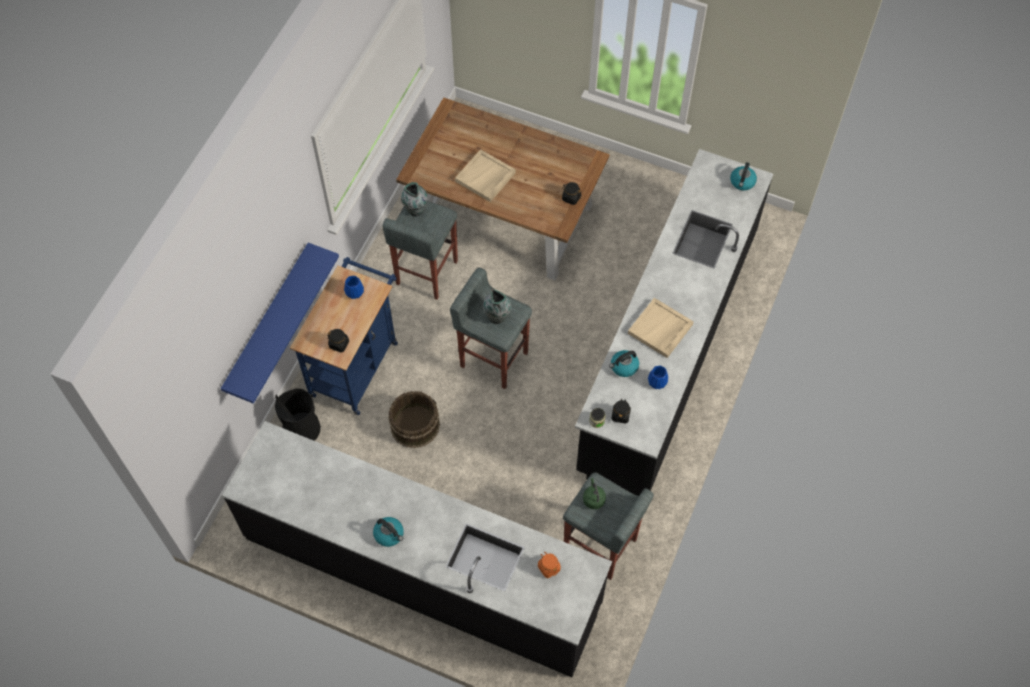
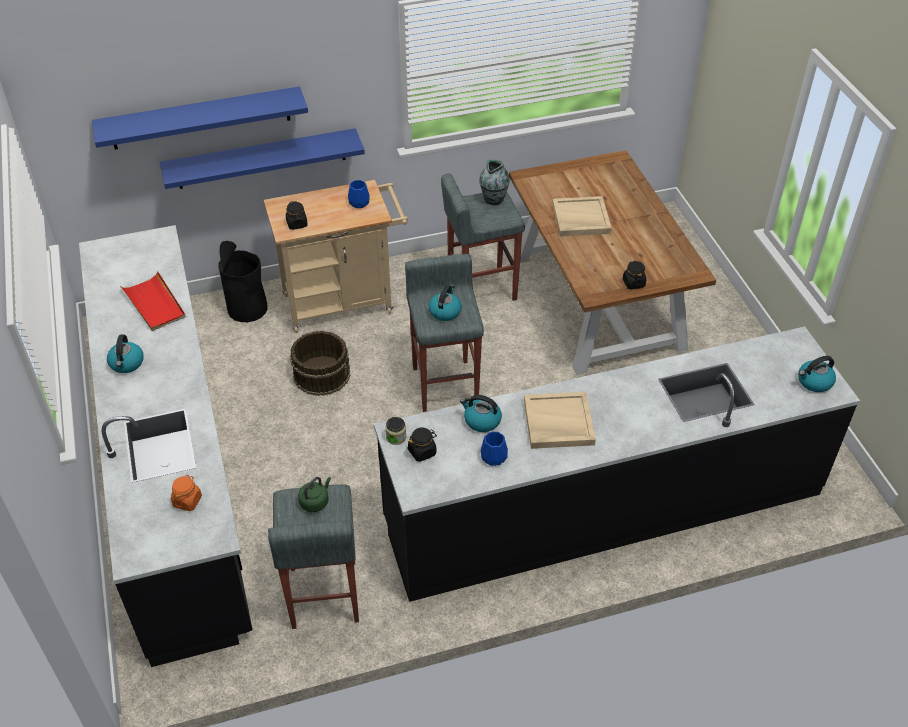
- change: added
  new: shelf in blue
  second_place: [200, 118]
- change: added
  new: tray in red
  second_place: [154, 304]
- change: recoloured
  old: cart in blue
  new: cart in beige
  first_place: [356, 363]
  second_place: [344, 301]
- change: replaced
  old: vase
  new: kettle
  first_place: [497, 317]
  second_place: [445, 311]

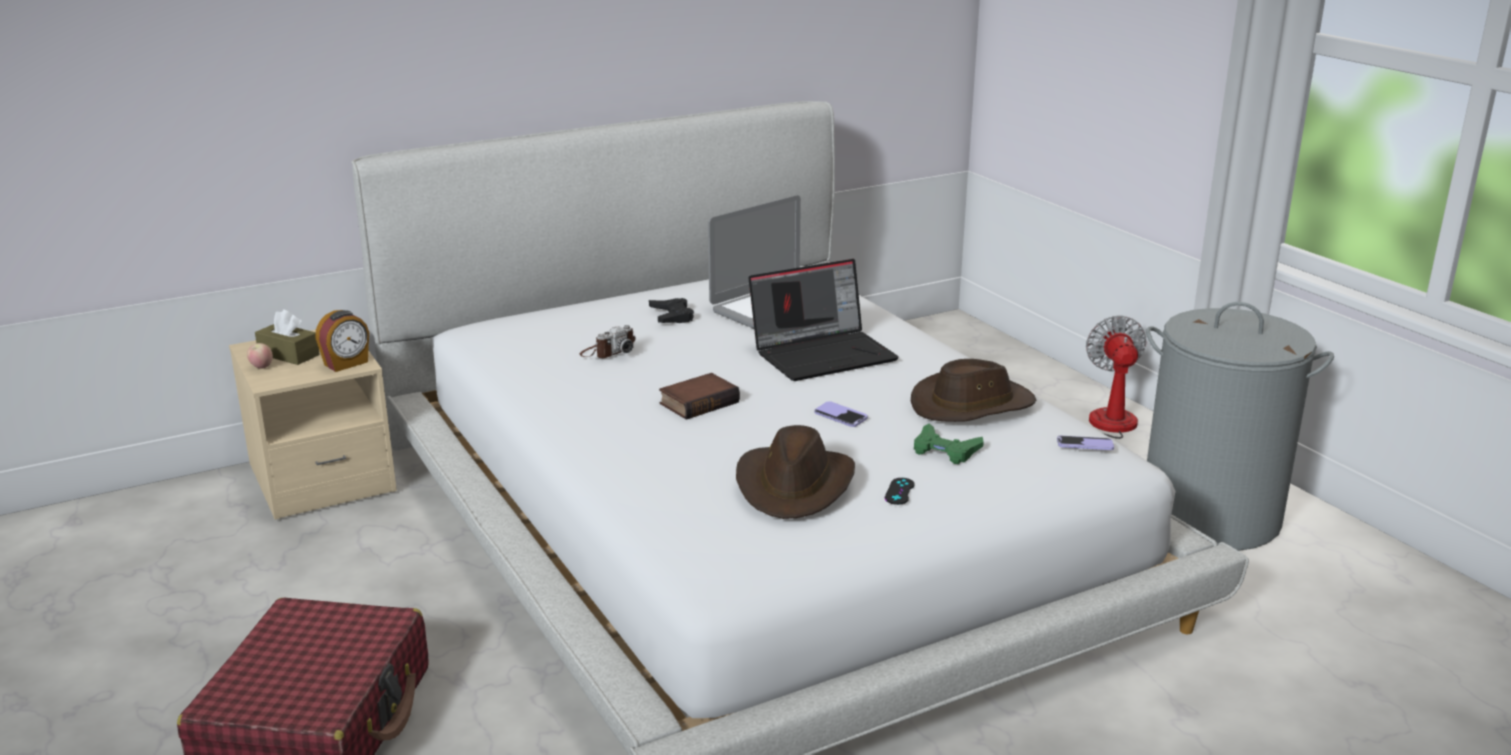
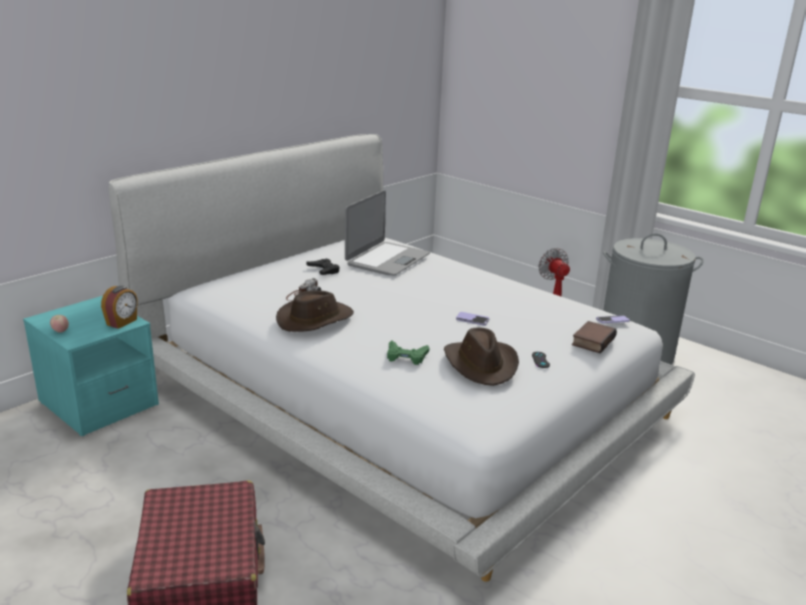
- change: recoloured
  old: nightstand in beige
  new: nightstand in turquoise
  first_place: [322, 479]
  second_place: [98, 404]
- change: moved
  old: hat in brown
  first_place: [972, 405]
  second_place: [315, 319]
- change: moved
  old: game controller in green
  first_place: [945, 450]
  second_place: [406, 356]
- change: moved
  old: book
  first_place: [699, 402]
  second_place: [592, 341]
- change: removed
  old: tissue box in brown
  first_place: [289, 354]
- change: removed
  old: laptop
  first_place: [824, 354]

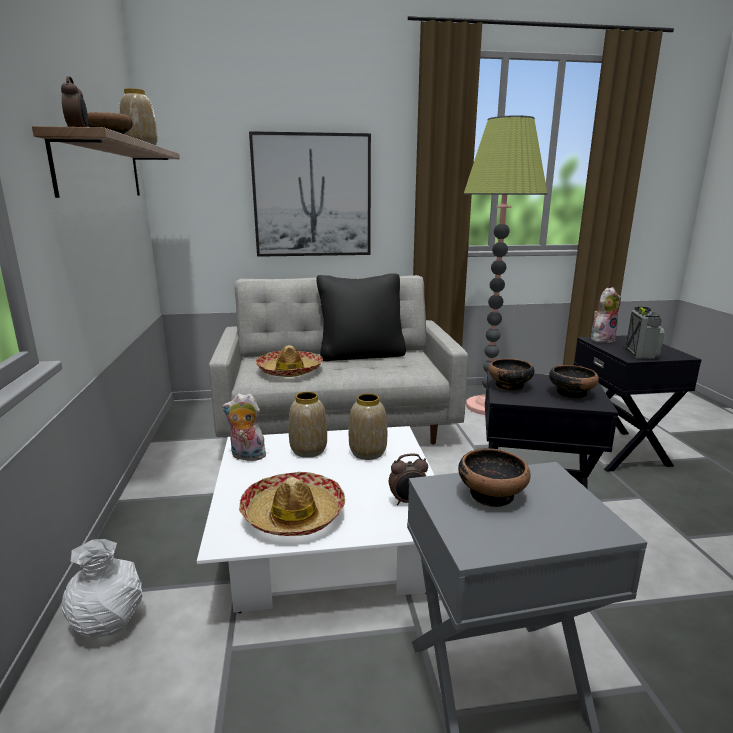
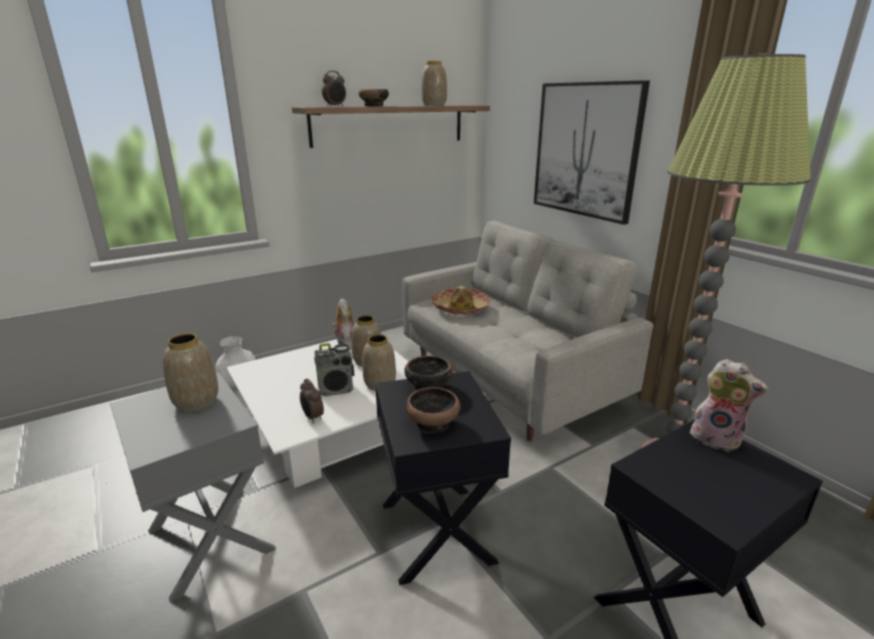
- change: replaced
  old: bowl
  new: vase
  first_place: [492, 494]
  second_place: [197, 402]
- change: moved
  old: radio
  first_place: [641, 354]
  second_place: [336, 389]
- change: removed
  old: hat
  first_place: [293, 514]
- change: removed
  old: pillow in black
  first_place: [361, 355]

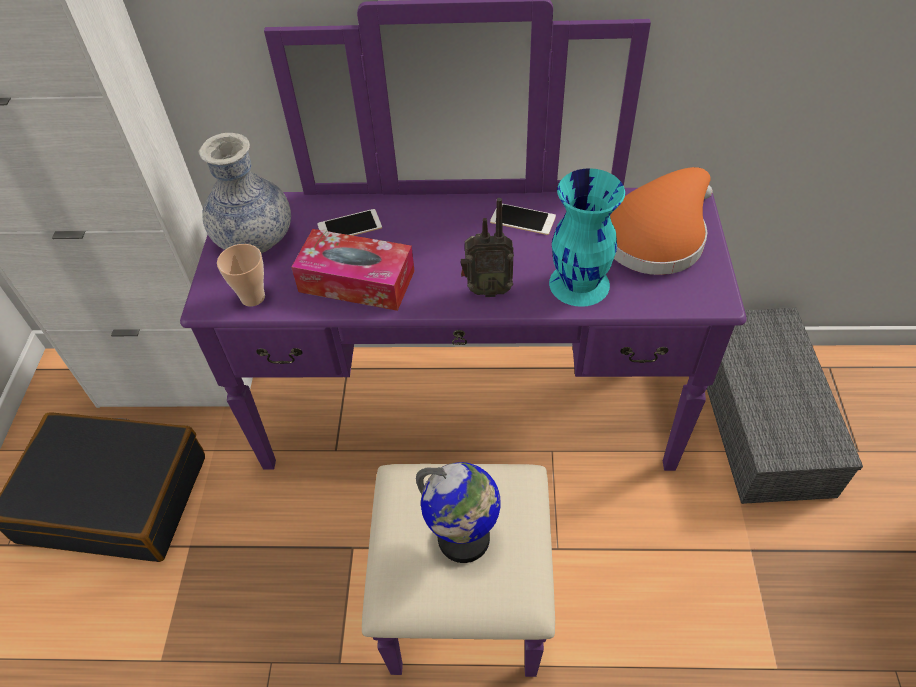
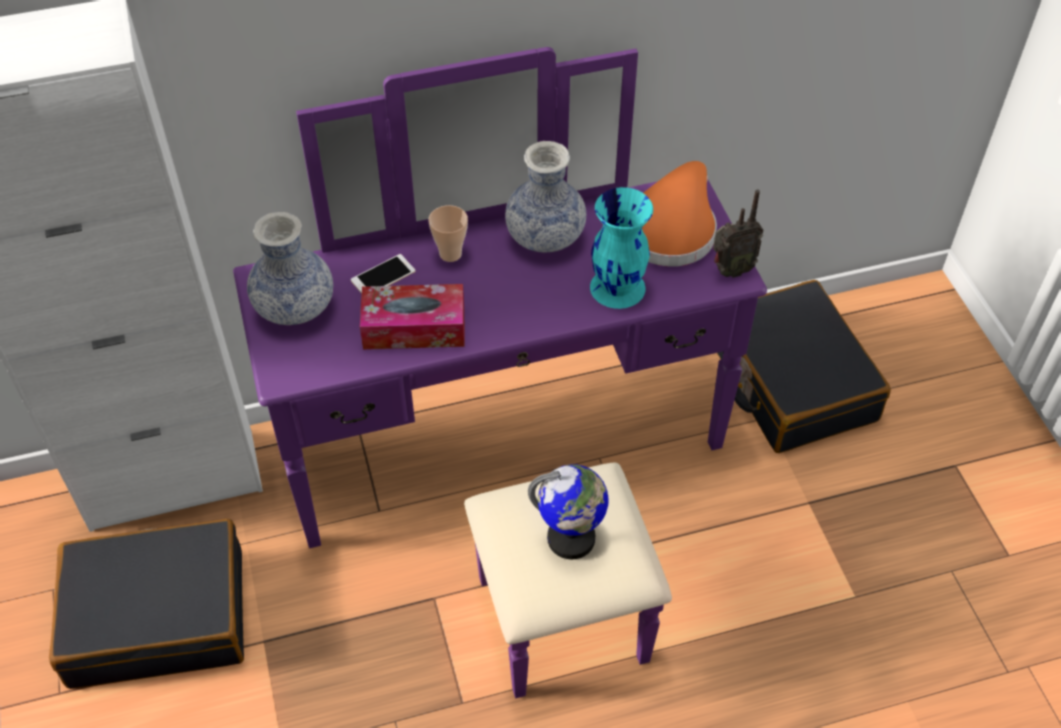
- change: moved
  old: cup
  first_place: [253, 297]
  second_place: [450, 254]
- change: replaced
  old: phone
  new: vase
  first_place: [522, 219]
  second_place: [545, 237]
- change: moved
  old: radio
  first_place: [487, 289]
  second_place: [730, 270]
- change: replaced
  old: storage box in grey
  new: suitcase in black
  first_place: [764, 421]
  second_place: [791, 382]

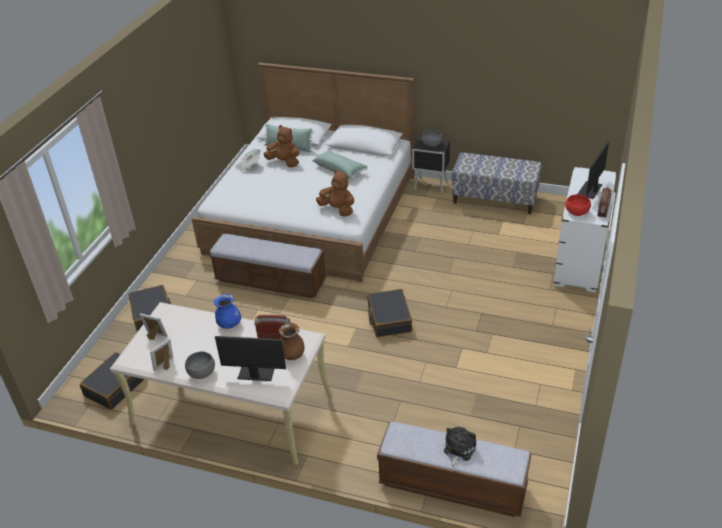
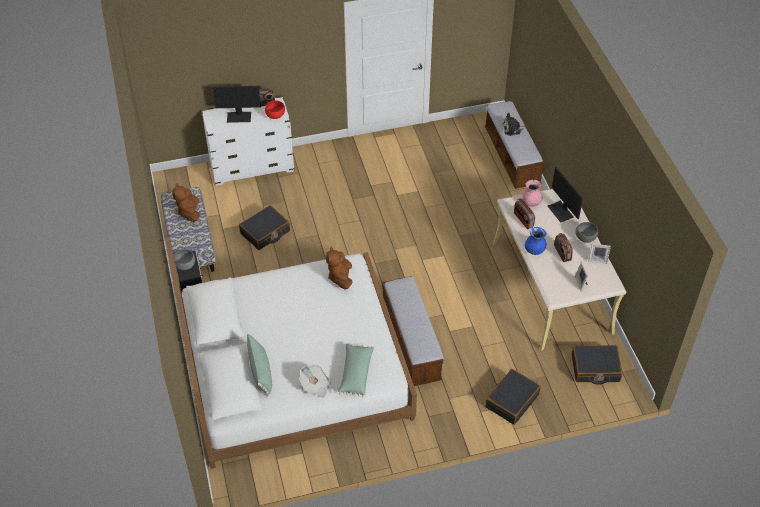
- change: moved
  old: plush toy in brown
  first_place: [284, 162]
  second_place: [189, 212]
- change: moved
  old: suitcase in black
  first_place: [389, 319]
  second_place: [265, 232]
- change: moved
  old: pillow in green
  first_place: [340, 170]
  second_place: [355, 374]
- change: recoloured
  old: vase in brown
  new: vase in pink
  first_place: [292, 355]
  second_place: [531, 202]
- change: added
  new: radio
  second_place: [562, 253]

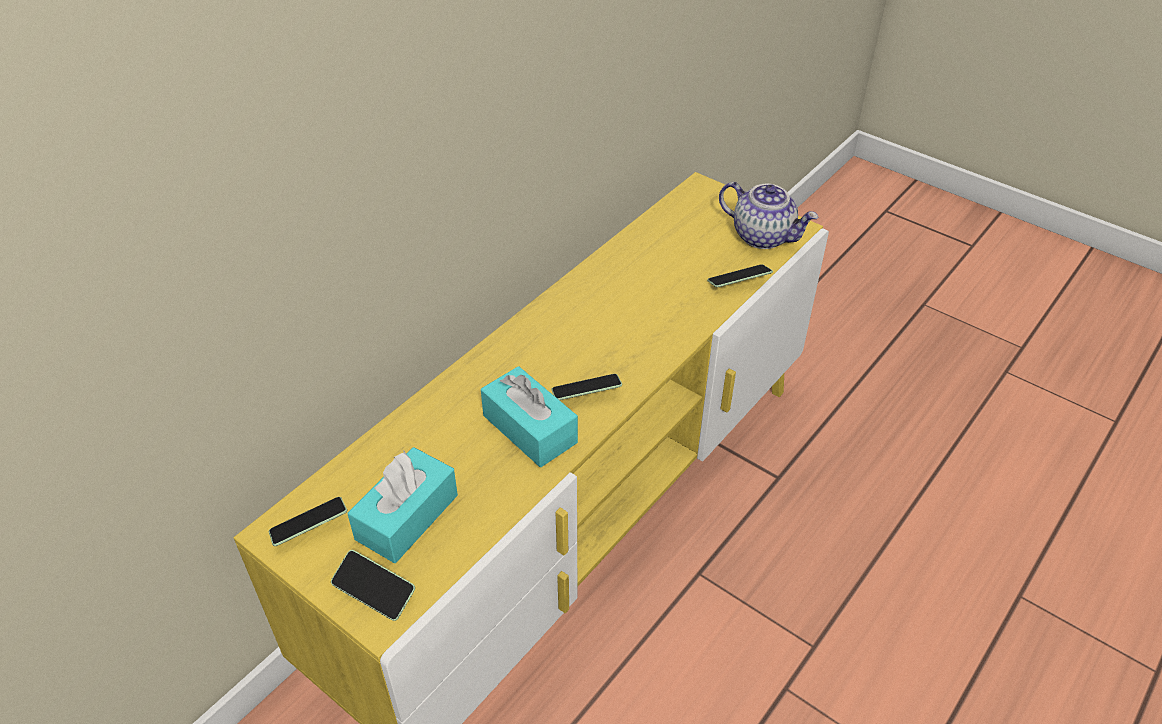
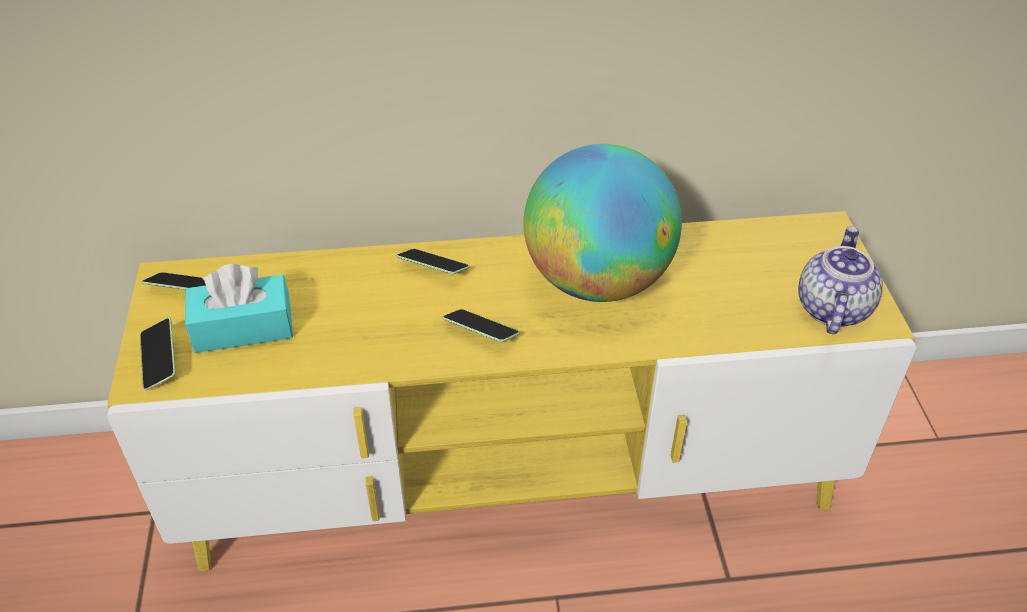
- change: moved
  old: phone
  first_place: [738, 283]
  second_place: [433, 269]
- change: added
  new: globe
  second_place: [597, 280]
- change: turned
  old: teapot
  first_place: [763, 236]
  second_place: [831, 308]
  degrees: -150
- change: removed
  old: tissue box in turquoise
  first_place: [529, 429]

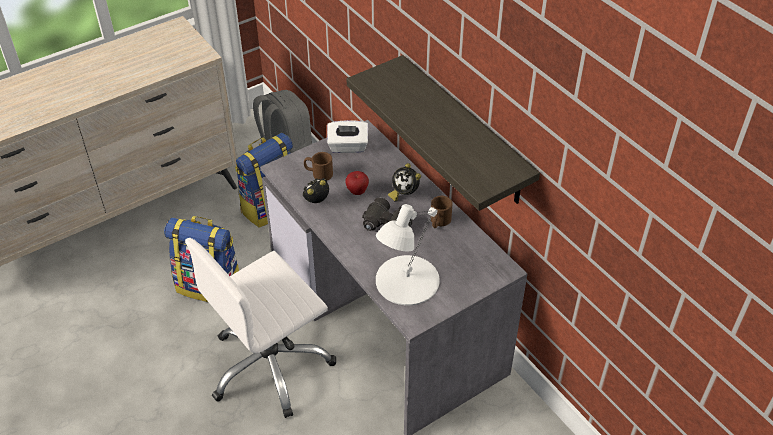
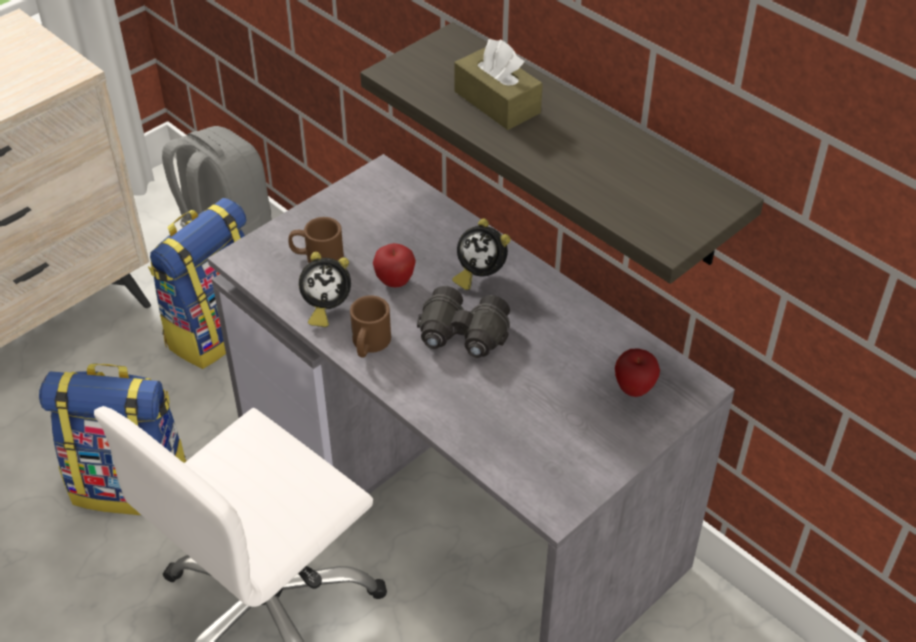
- change: turned
  old: alarm clock
  first_place: [317, 201]
  second_place: [325, 308]
  degrees: -135
- change: moved
  old: mug in brown
  first_place: [439, 222]
  second_place: [369, 345]
- change: added
  new: tissue box in brown
  second_place: [497, 102]
- change: added
  new: apple
  second_place: [634, 389]
- change: removed
  old: tissue box in white
  first_place: [348, 147]
- change: removed
  old: table lamp in white
  first_place: [406, 280]

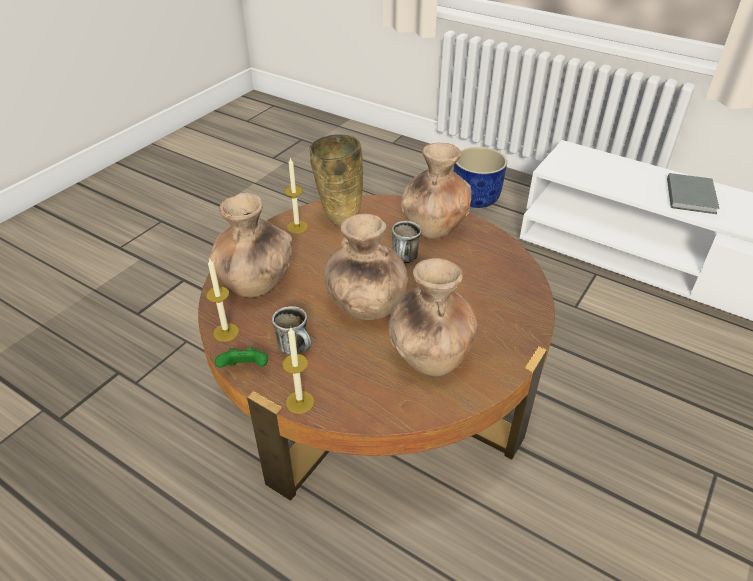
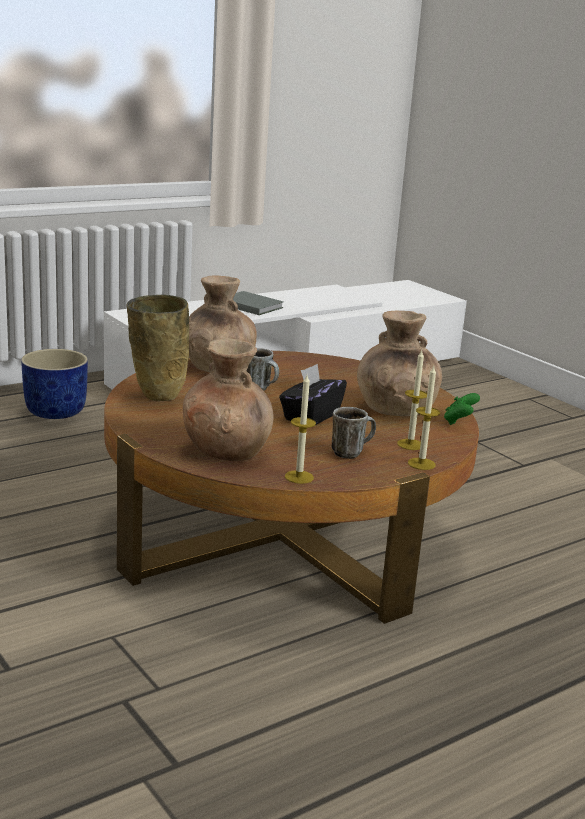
- change: replaced
  old: vase in brown
  new: tissue box in black
  first_place: [365, 304]
  second_place: [310, 416]
- change: moved
  old: candle
  first_place: [297, 227]
  second_place: [410, 444]
- change: moved
  old: game controller in green
  first_place: [245, 369]
  second_place: [459, 421]

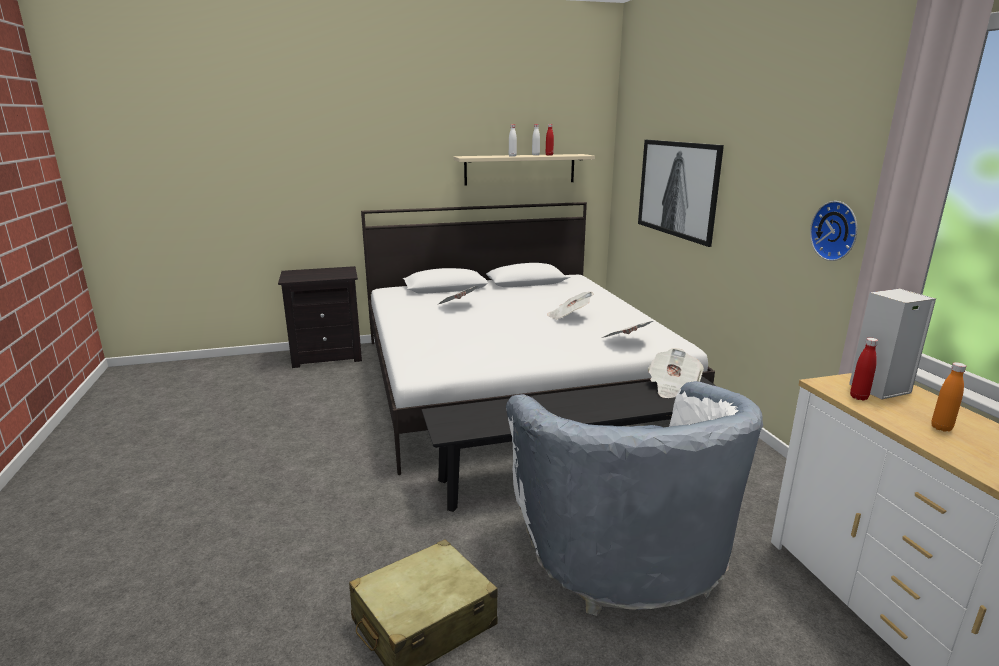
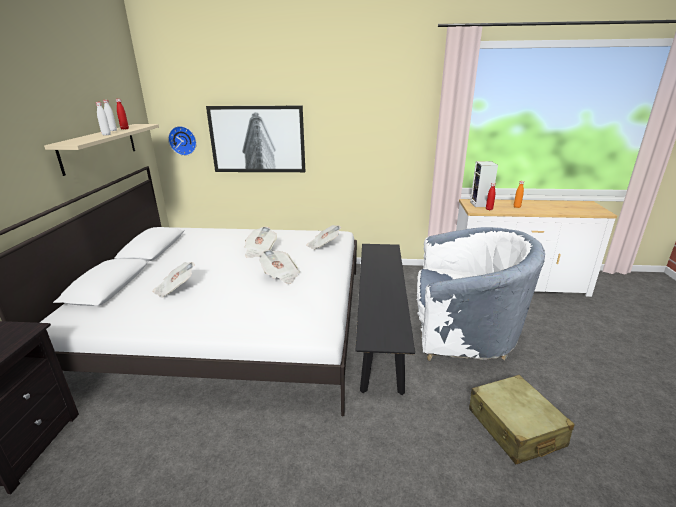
- change: moved
  old: wall clock
  first_place: [836, 230]
  second_place: [183, 140]
- change: moved
  old: newspaper
  first_place: [673, 387]
  second_place: [280, 276]

